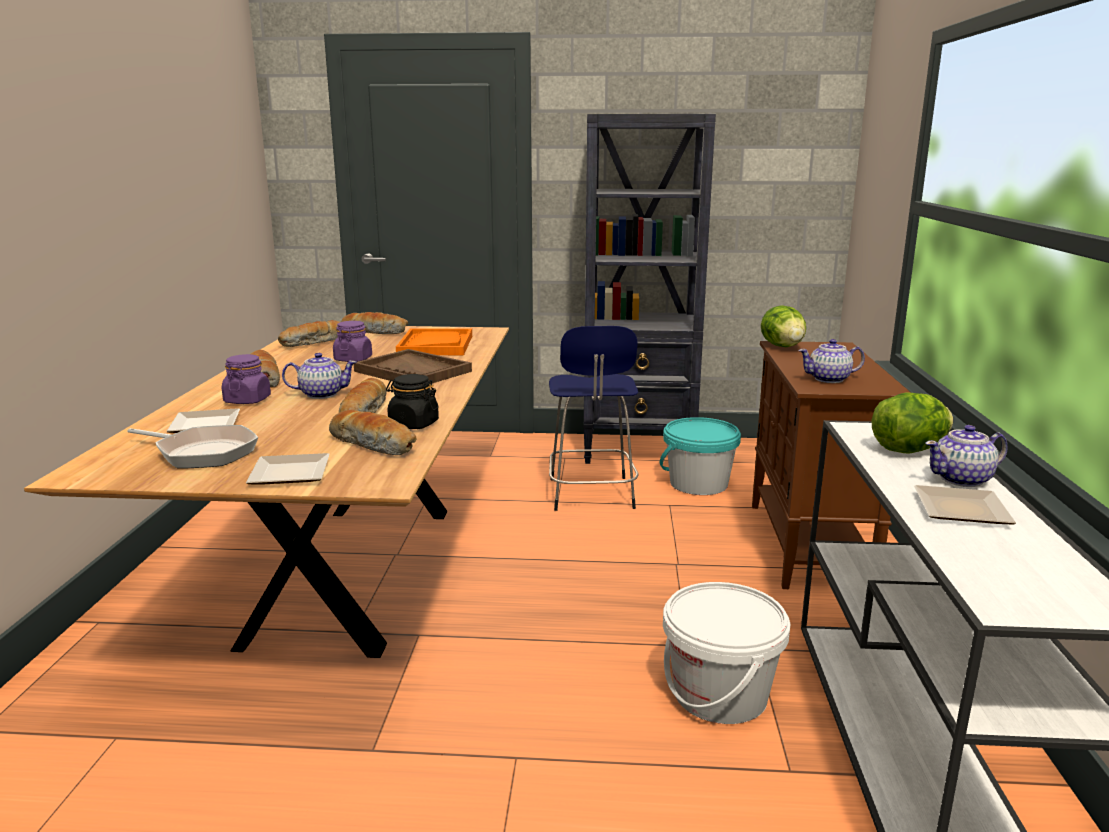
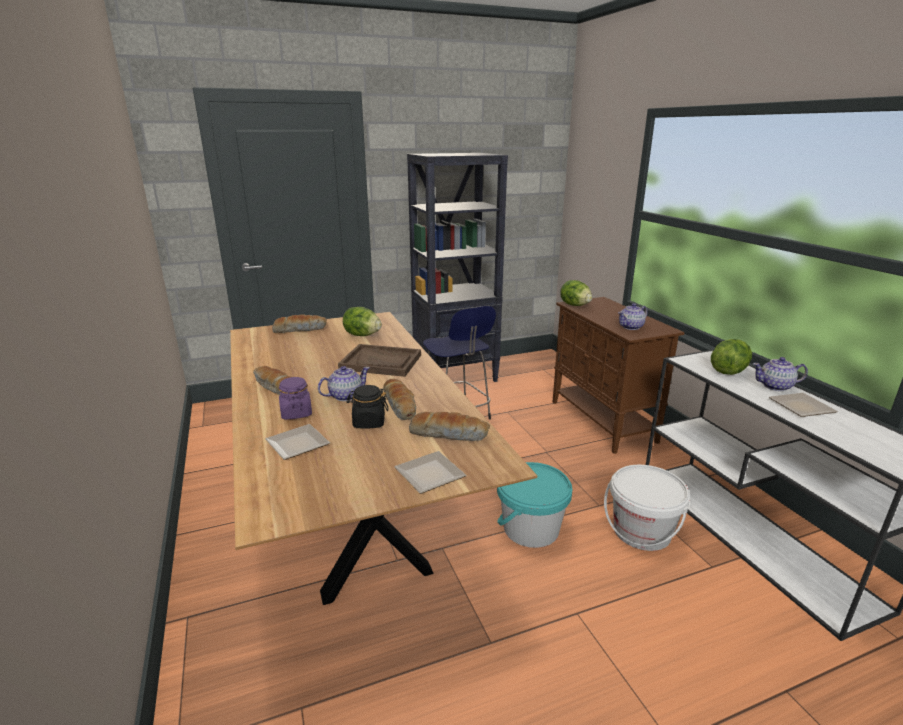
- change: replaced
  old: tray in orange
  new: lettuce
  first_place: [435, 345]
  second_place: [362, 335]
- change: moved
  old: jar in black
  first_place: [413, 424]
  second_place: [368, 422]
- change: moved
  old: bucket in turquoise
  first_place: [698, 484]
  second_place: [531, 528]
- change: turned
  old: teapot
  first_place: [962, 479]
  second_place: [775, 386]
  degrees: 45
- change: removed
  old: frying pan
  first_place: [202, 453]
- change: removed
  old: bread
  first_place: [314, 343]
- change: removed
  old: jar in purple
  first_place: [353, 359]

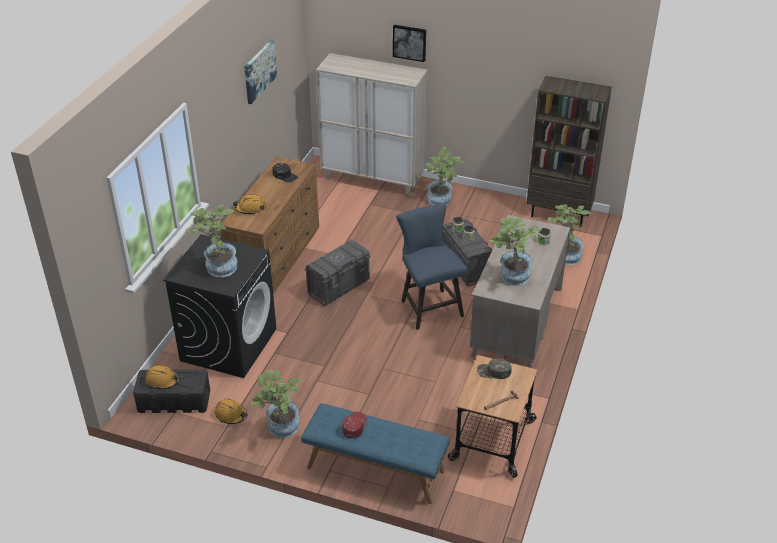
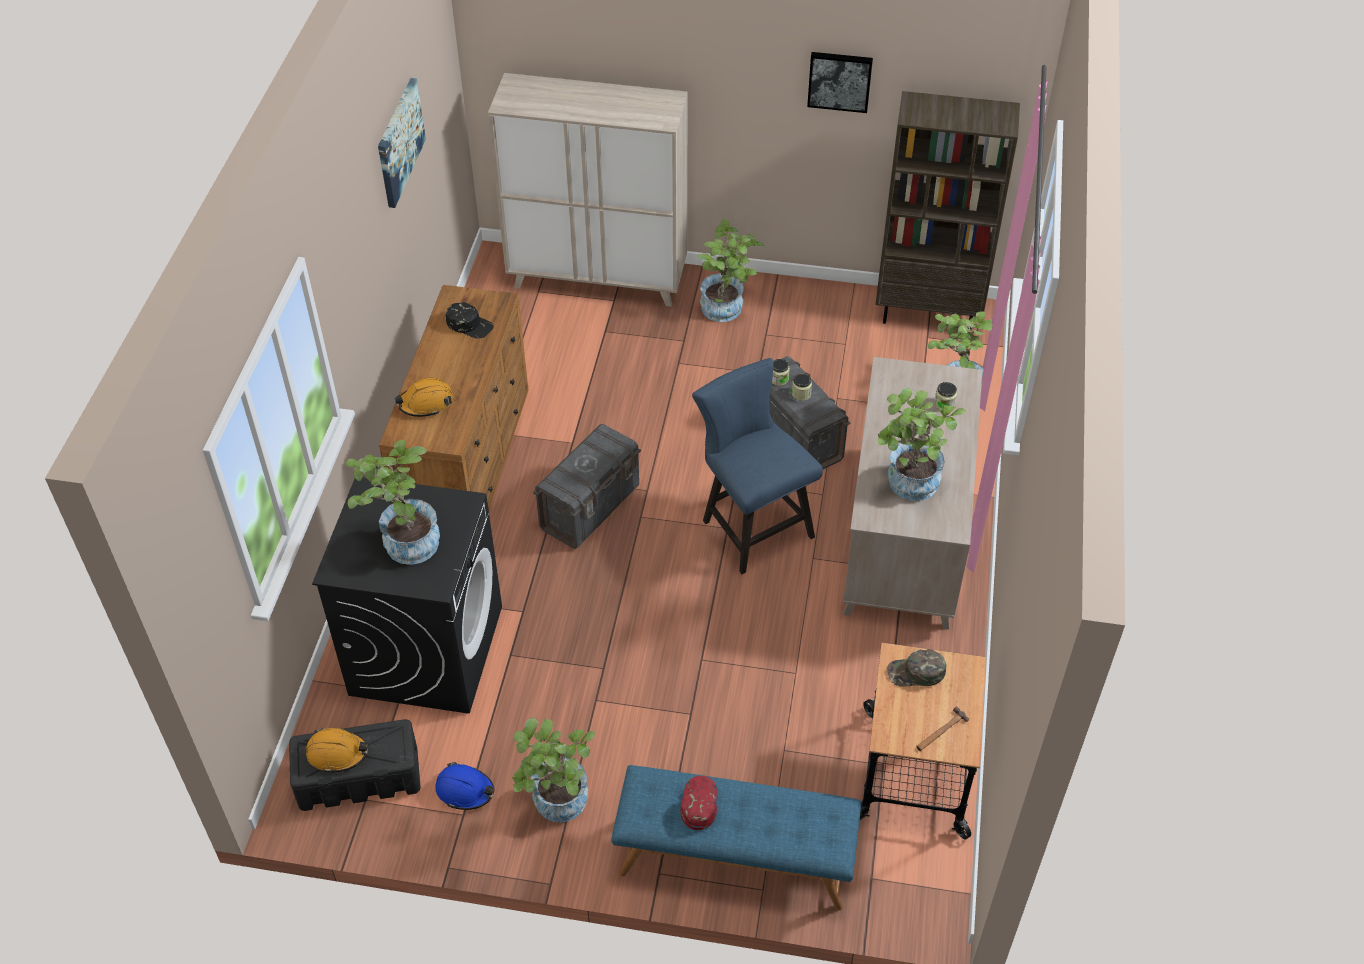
- change: recoloured
  old: hard hat in orange
  new: hard hat in blue
  first_place: [231, 415]
  second_place: [465, 790]
- change: moved
  old: picture
  first_place: [409, 42]
  second_place: [840, 80]

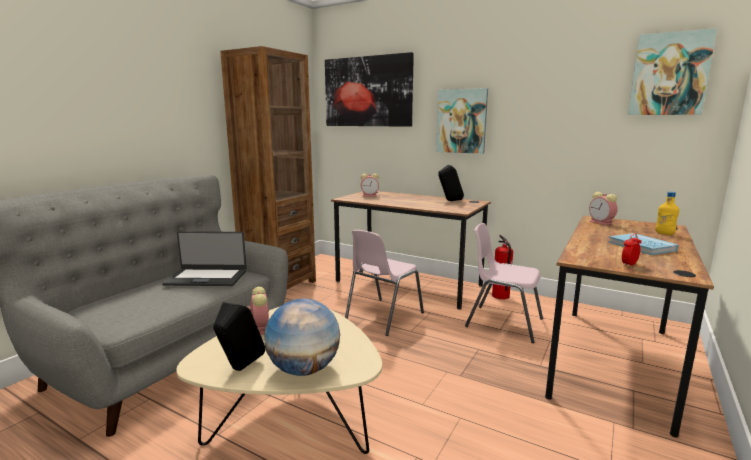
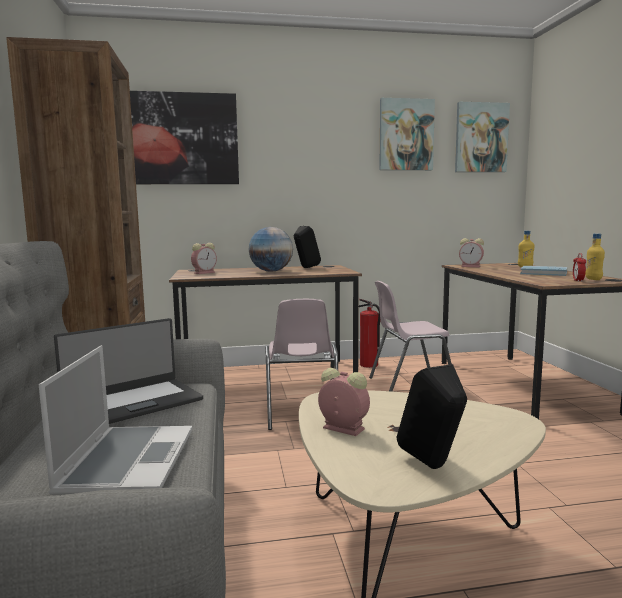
- change: added
  new: laptop
  second_place: [127, 461]
- change: moved
  old: globe
  first_place: [304, 369]
  second_place: [271, 271]
- change: moved
  old: picture
  first_place: [461, 121]
  second_place: [406, 135]
- change: added
  new: bottle in yellow
  second_place: [593, 279]

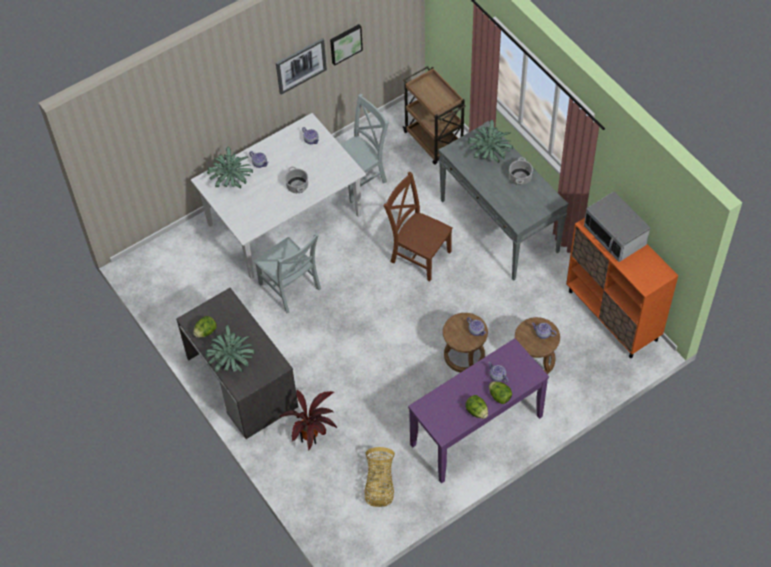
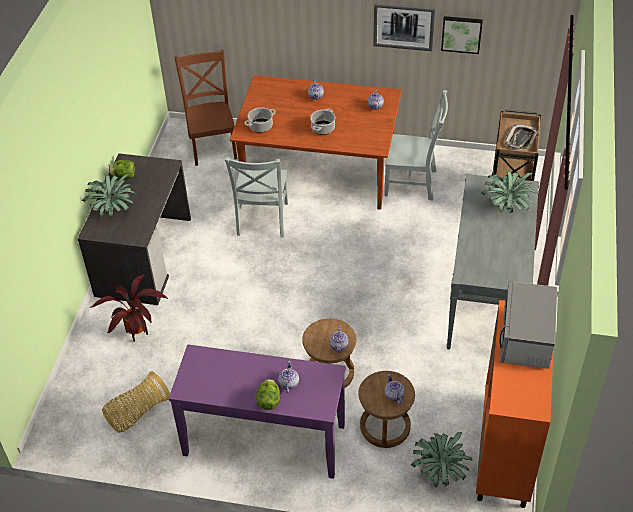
- change: moved
  old: chair in brown
  first_place: [418, 255]
  second_place: [213, 145]
- change: recoloured
  old: dining table in white
  new: dining table in brown
  first_place: [284, 219]
  second_place: [320, 172]
- change: moved
  old: cooking pot
  first_place: [520, 177]
  second_place: [260, 126]
- change: moved
  old: potted plant
  first_place: [232, 180]
  second_place: [440, 470]
- change: added
  new: tray
  second_place: [521, 139]
- change: removed
  old: lettuce
  first_place: [476, 411]

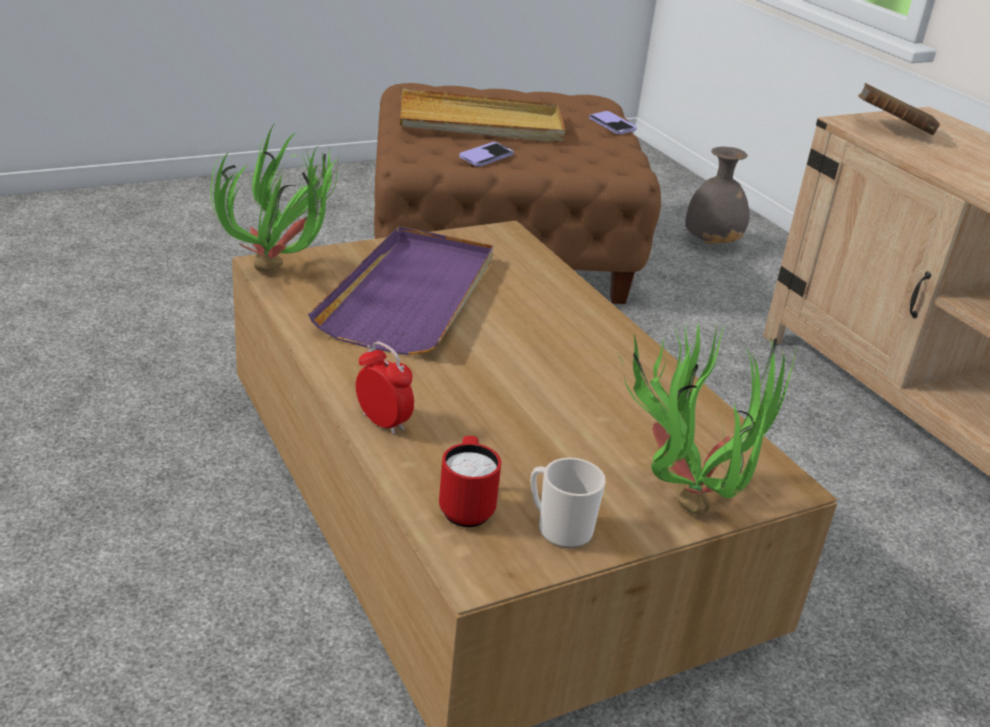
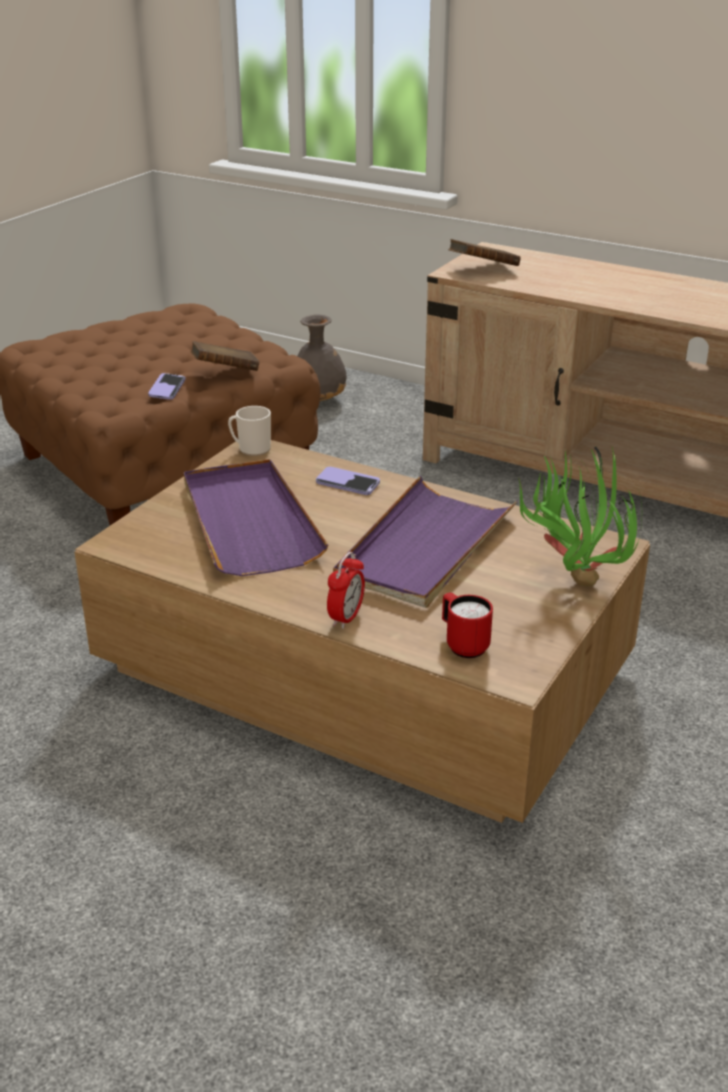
- change: added
  new: book in brown
  second_place: [225, 372]
- change: moved
  old: mug
  first_place: [559, 528]
  second_place: [251, 449]
- change: moved
  old: phone
  first_place: [612, 124]
  second_place: [347, 483]
- change: turned
  old: alarm clock
  first_place: [383, 422]
  second_place: [346, 618]
  degrees: 105
- change: added
  new: tray in purple
  second_place: [424, 548]
- change: removed
  old: potted plant
  first_place: [283, 273]
- change: removed
  old: tray in beige
  first_place: [481, 124]

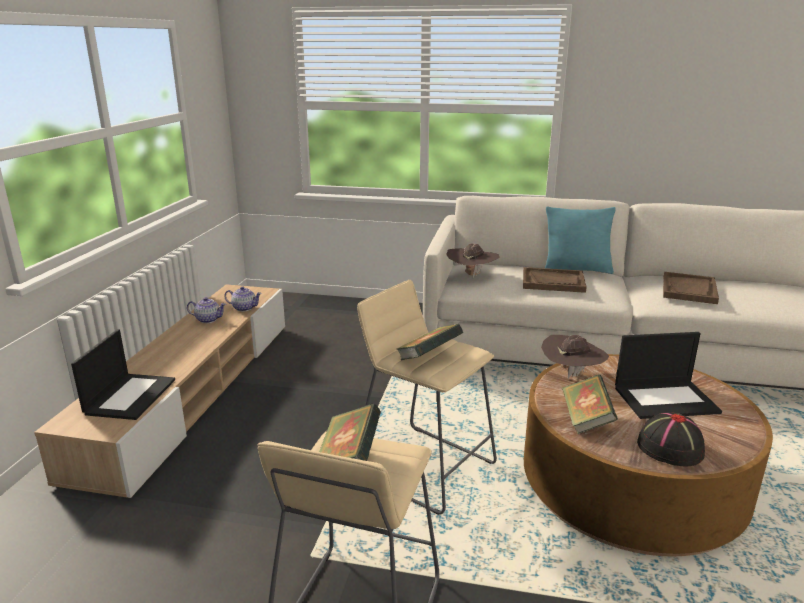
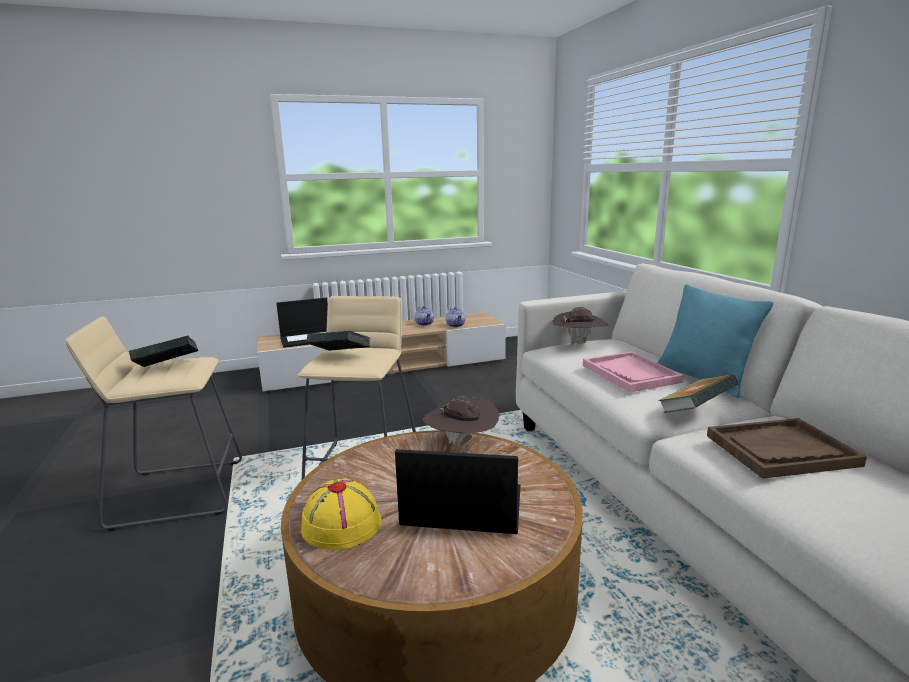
- change: recoloured
  old: hat in black
  new: hat in yellow
  first_place: [669, 448]
  second_place: [341, 524]
- change: turned
  old: laptop
  first_place: [666, 399]
  second_place: [460, 508]
  degrees: 135
- change: recoloured
  old: tray in brown
  new: tray in pink
  first_place: [553, 282]
  second_place: [630, 374]
- change: moved
  old: book
  first_place: [586, 420]
  second_place: [695, 412]

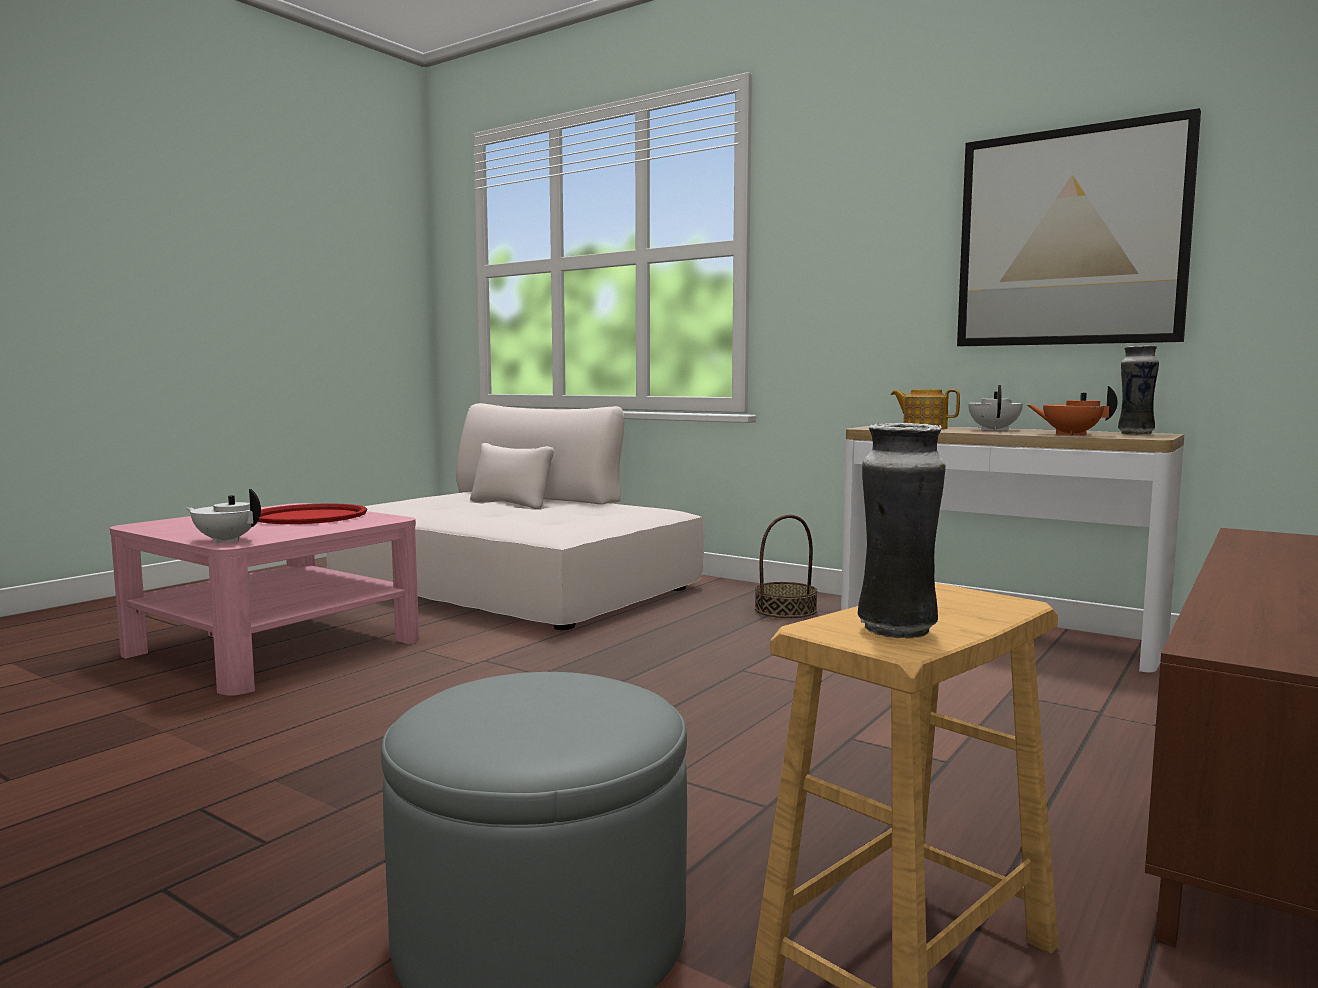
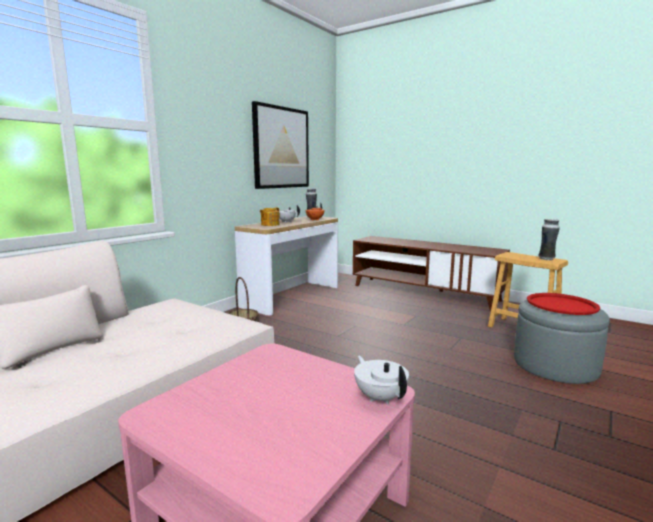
- change: turned
  old: teapot in white
  first_place: [226, 540]
  second_place: [380, 397]
  degrees: 135
- change: moved
  old: tray in red
  first_place: [309, 516]
  second_place: [561, 305]

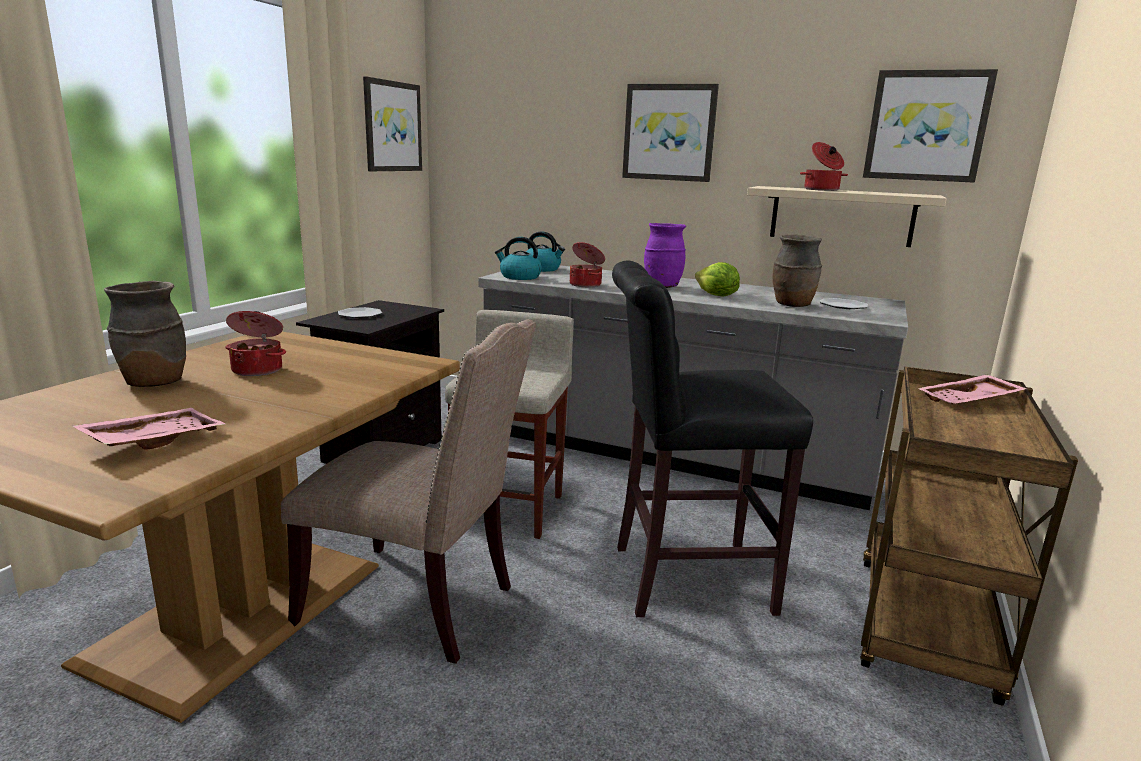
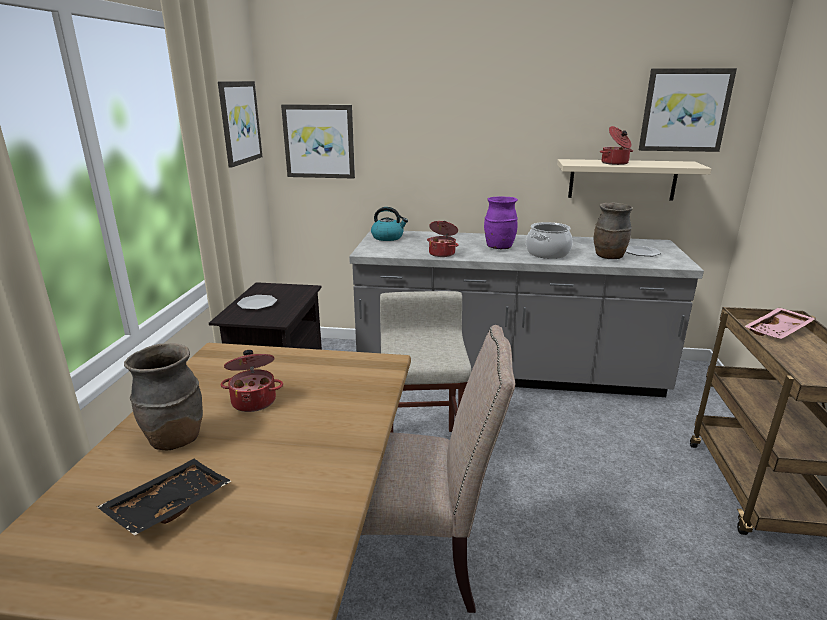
- change: added
  new: tray in black
  second_place: [169, 505]
- change: moved
  old: picture
  first_place: [669, 132]
  second_place: [319, 141]
- change: replaced
  old: lettuce
  new: cooking pot
  first_place: [716, 296]
  second_place: [548, 253]
- change: removed
  old: tray in pink
  first_place: [153, 440]
- change: removed
  old: kettle
  first_place: [519, 277]
- change: removed
  old: stool in black
  first_place: [682, 579]

